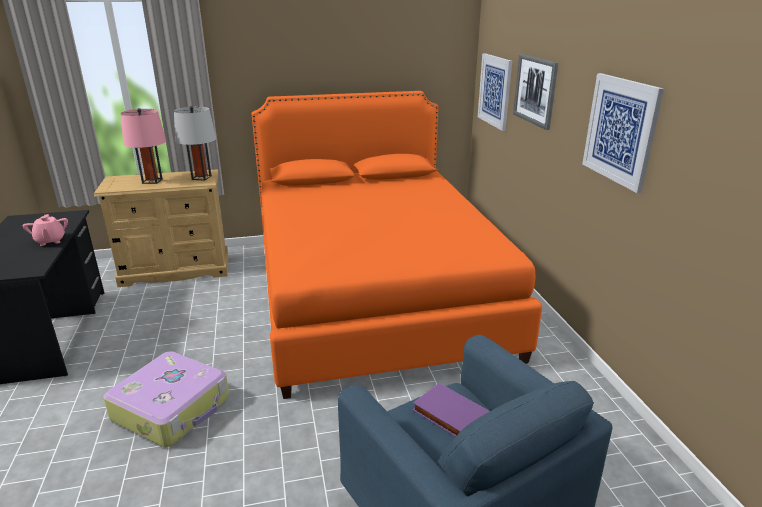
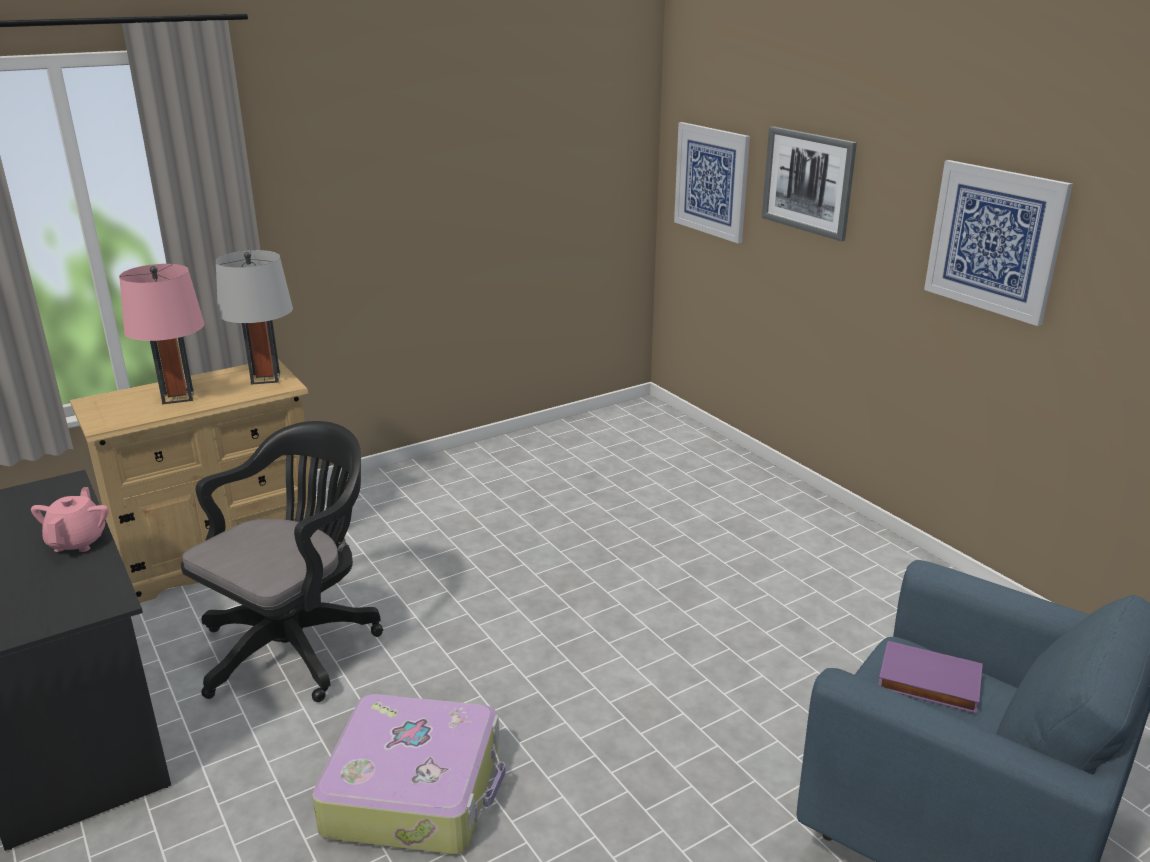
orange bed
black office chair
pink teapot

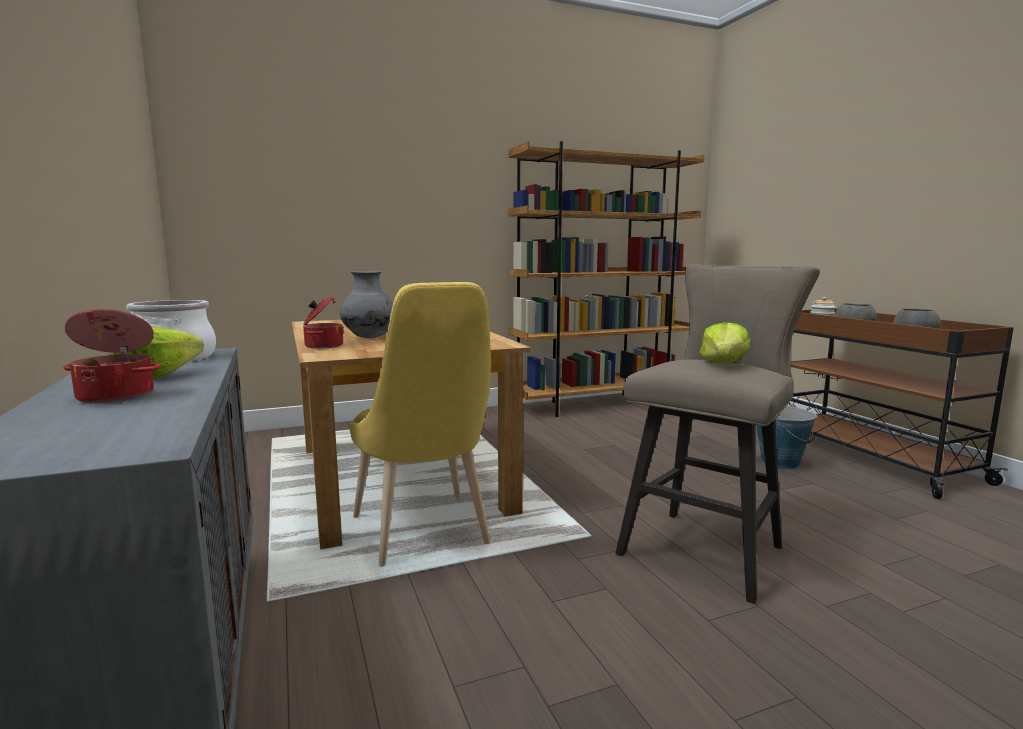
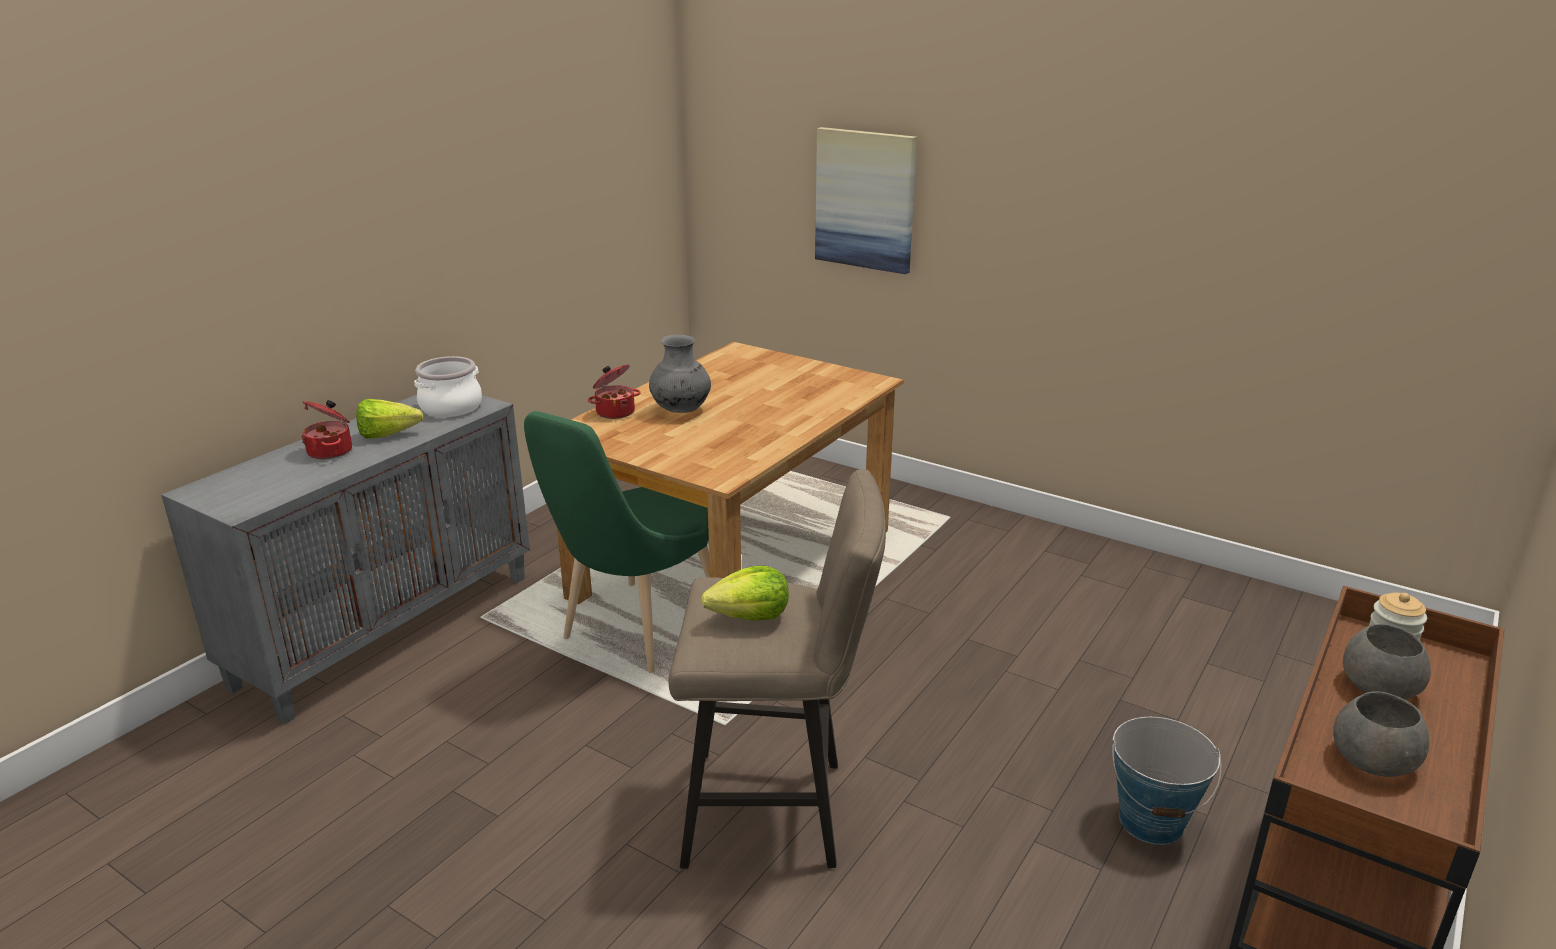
brown bookcase
picture
green chair

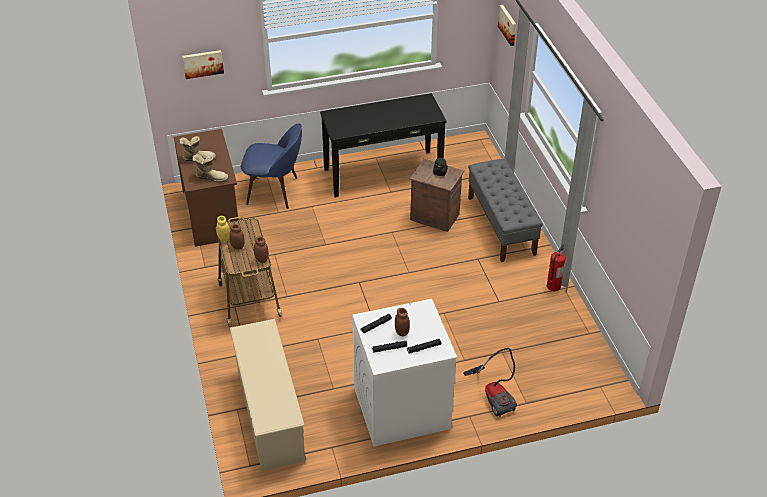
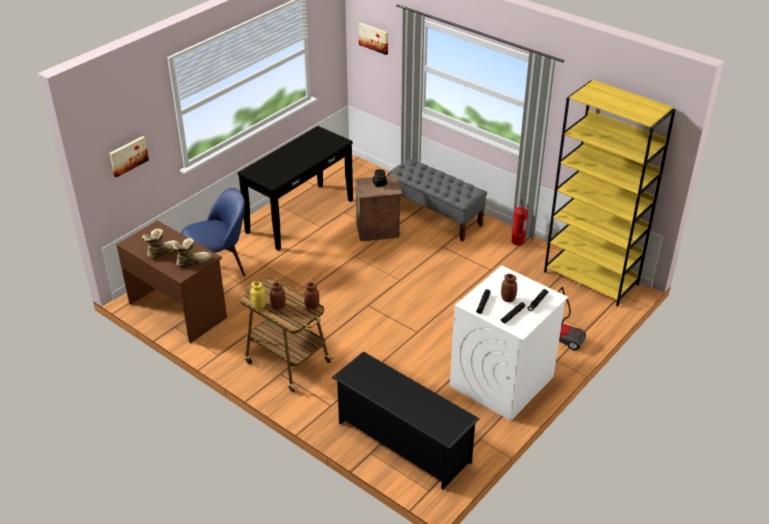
yellow bookcase
black shoe rack

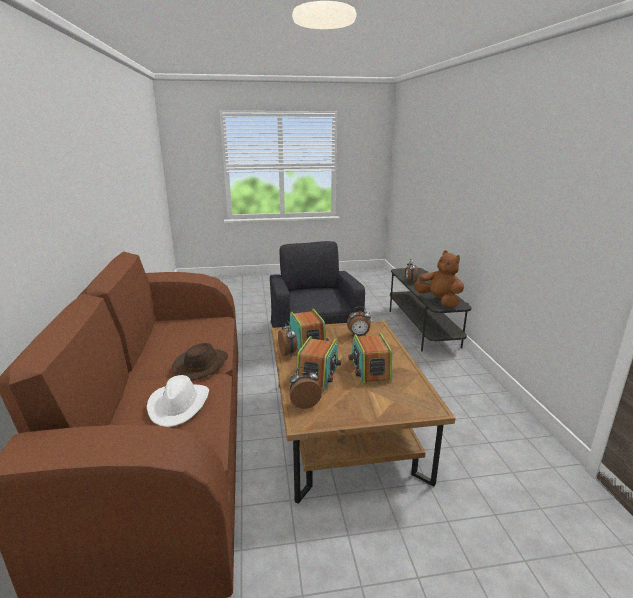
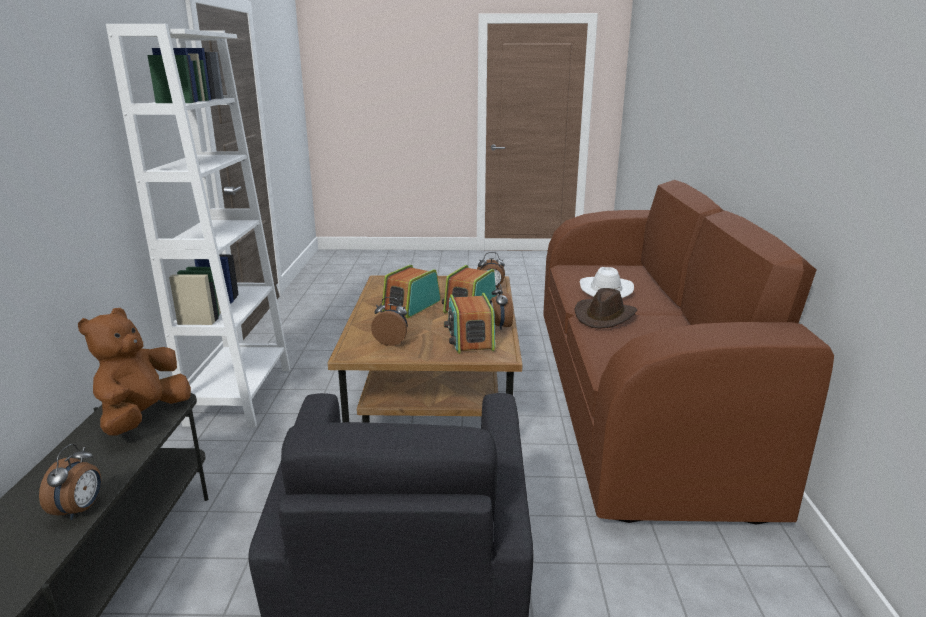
white bookcase
radio (1st from left)
brown plush toy

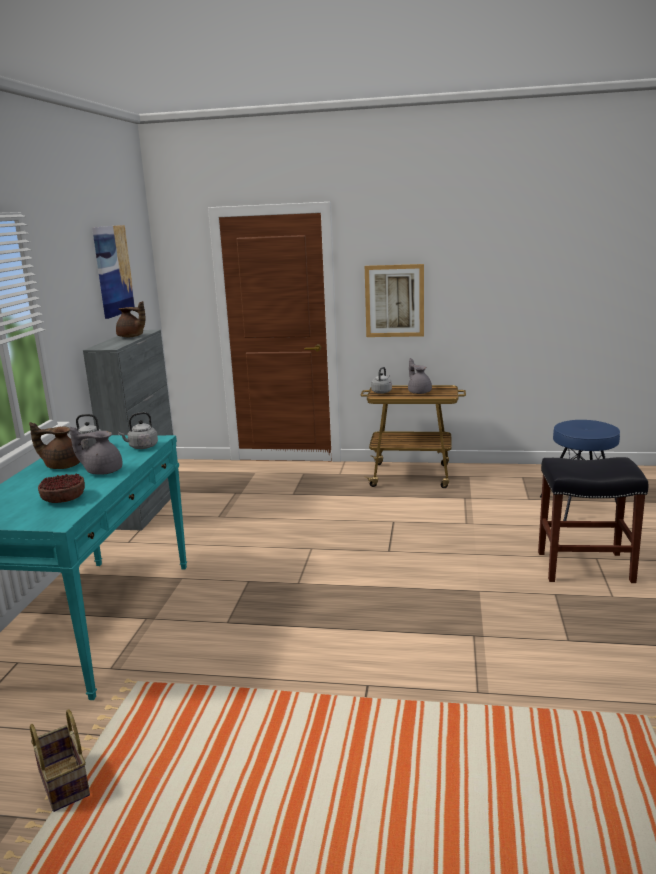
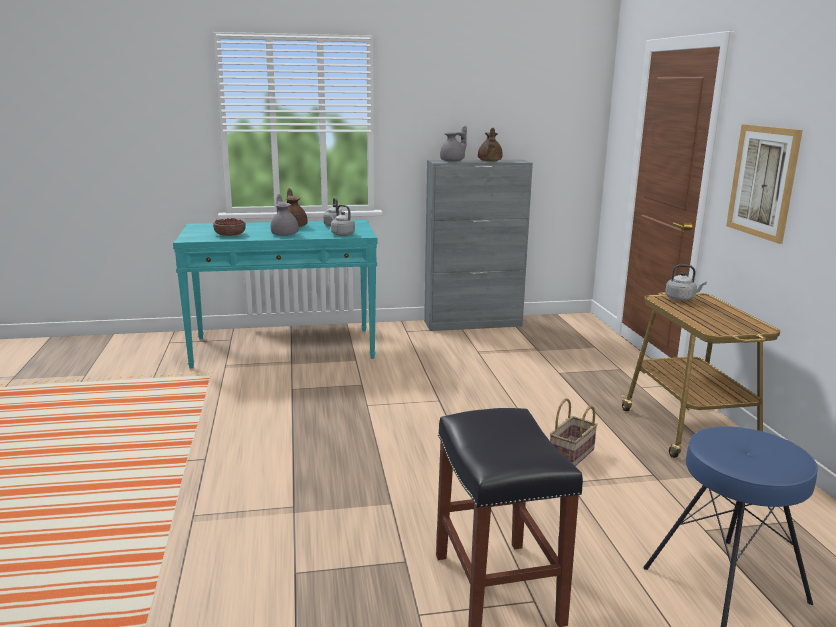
picture (1st from left in the first image)
basket
grey teapot (2nd from left)

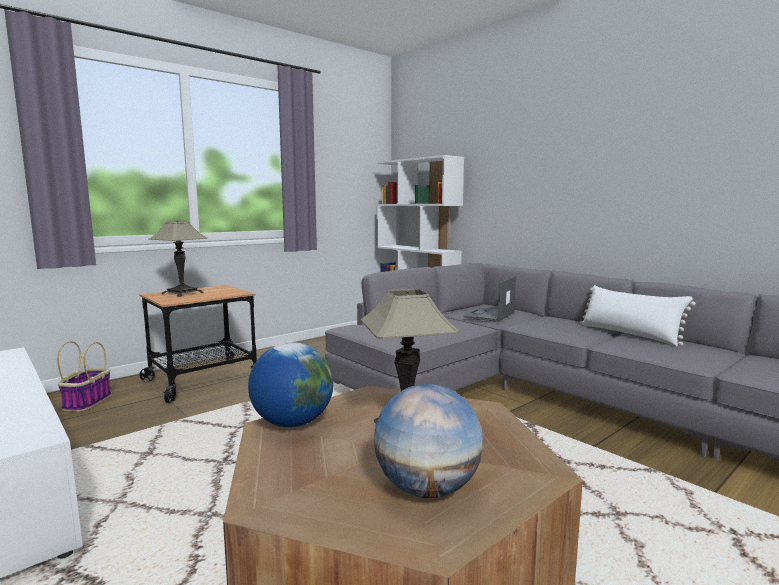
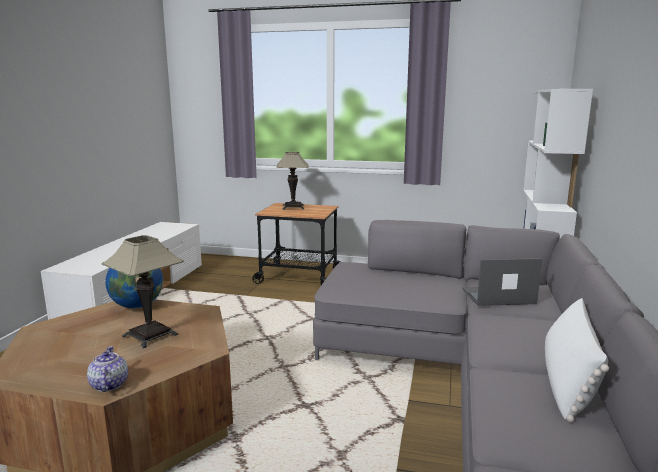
basket
globe (2nd from left in the first image)
teapot

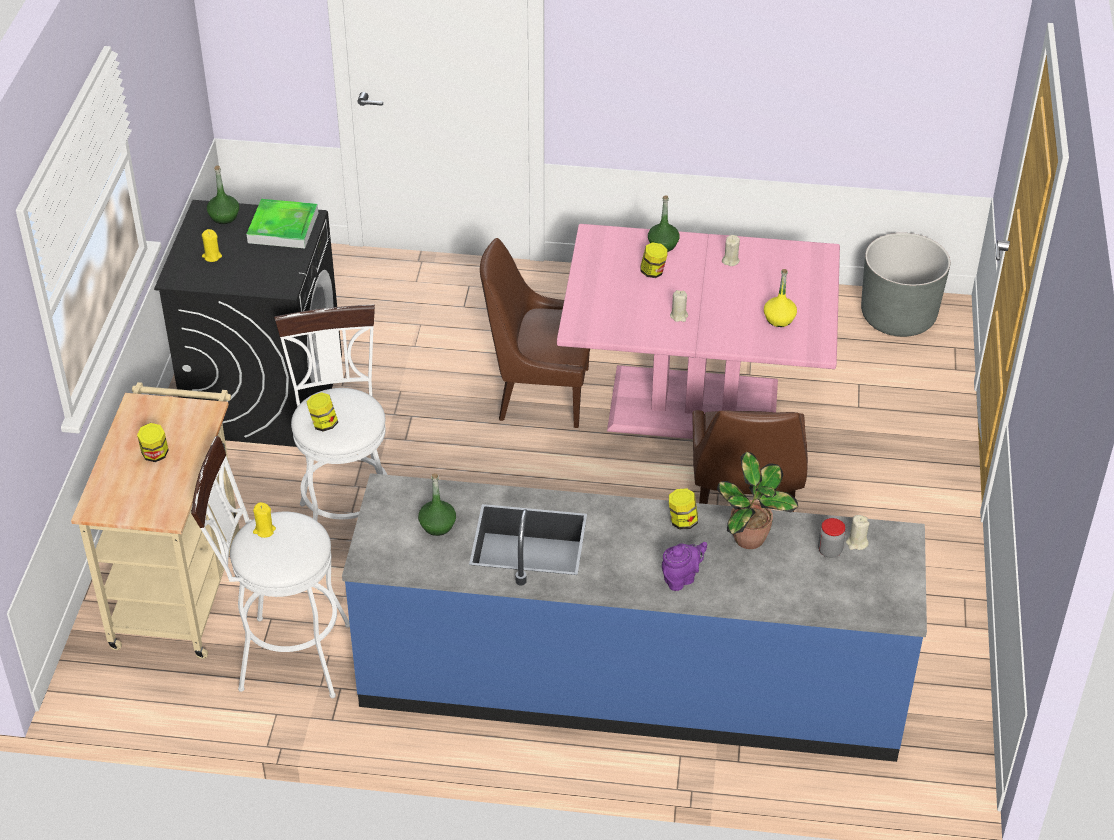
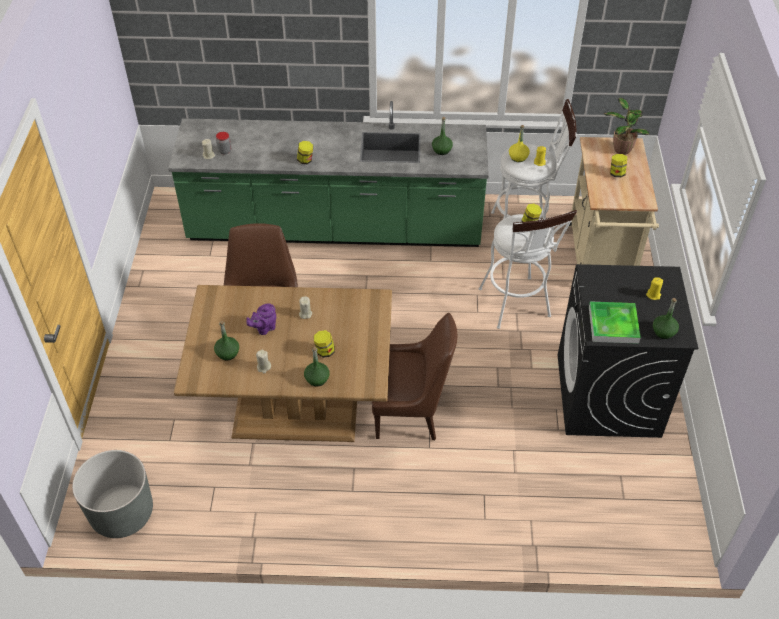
green bottle (1st from left)
purple teapot
potted plant
yellow bottle
green counter
brown dining table

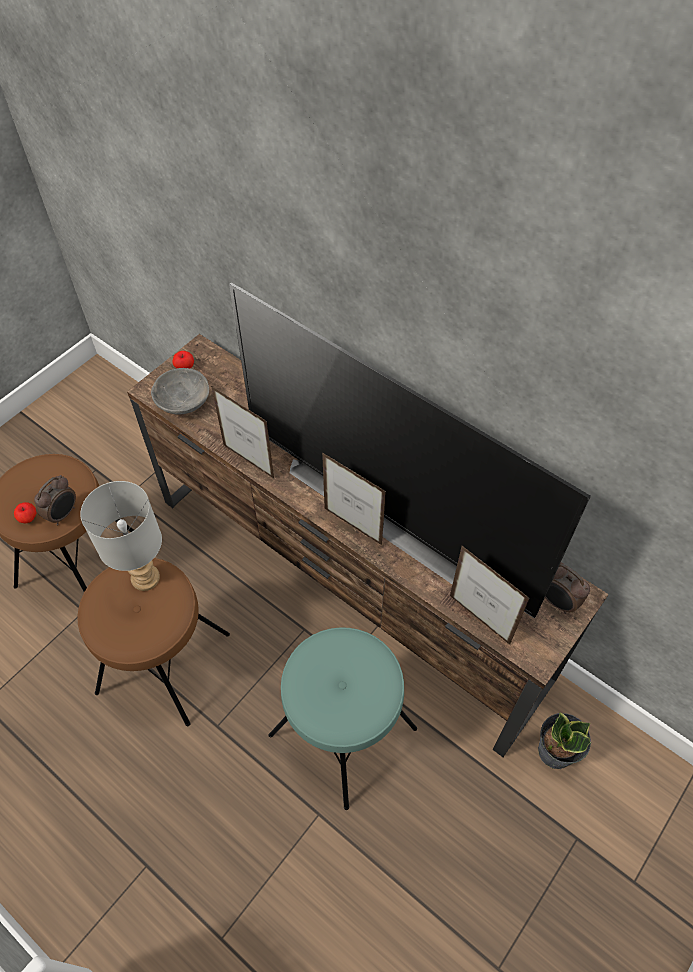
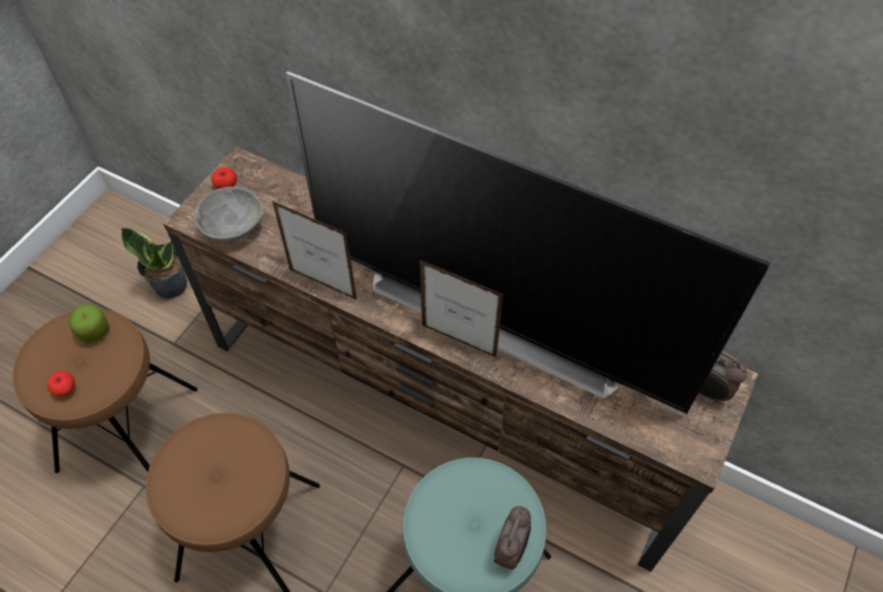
grey table lamp
picture frame (3rd from left in the first image)
apple (2nd from left)
alarm clock (1st from left)
potted plant

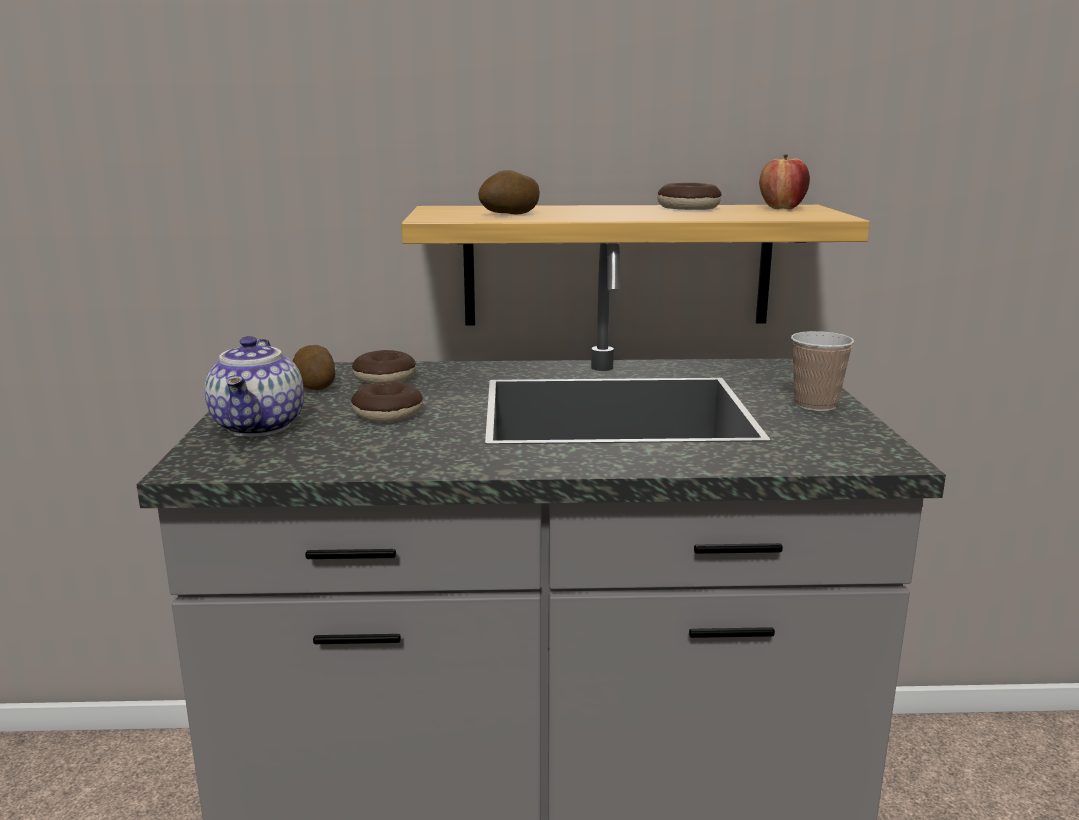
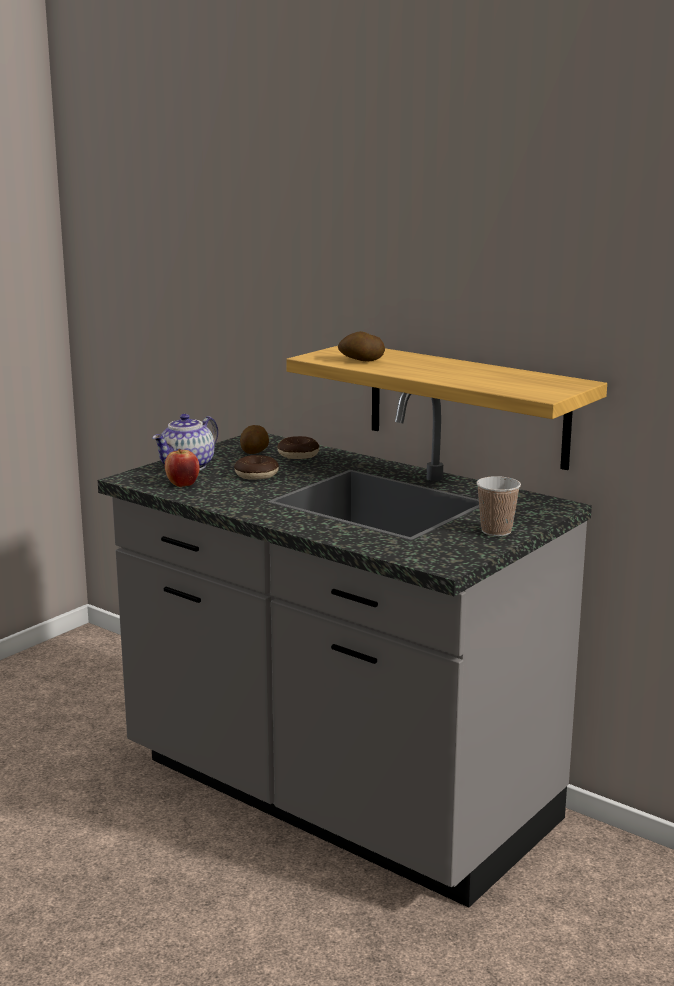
donut (3rd from left in the first image)
apple

